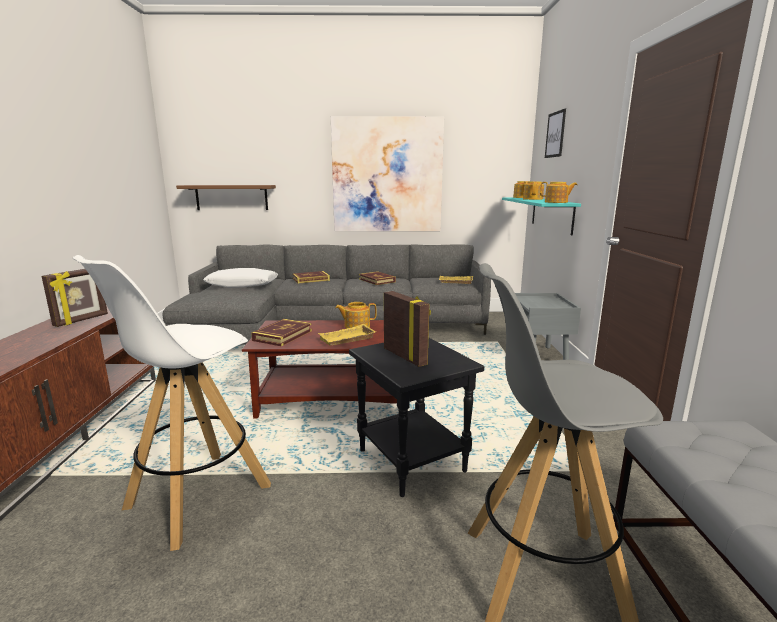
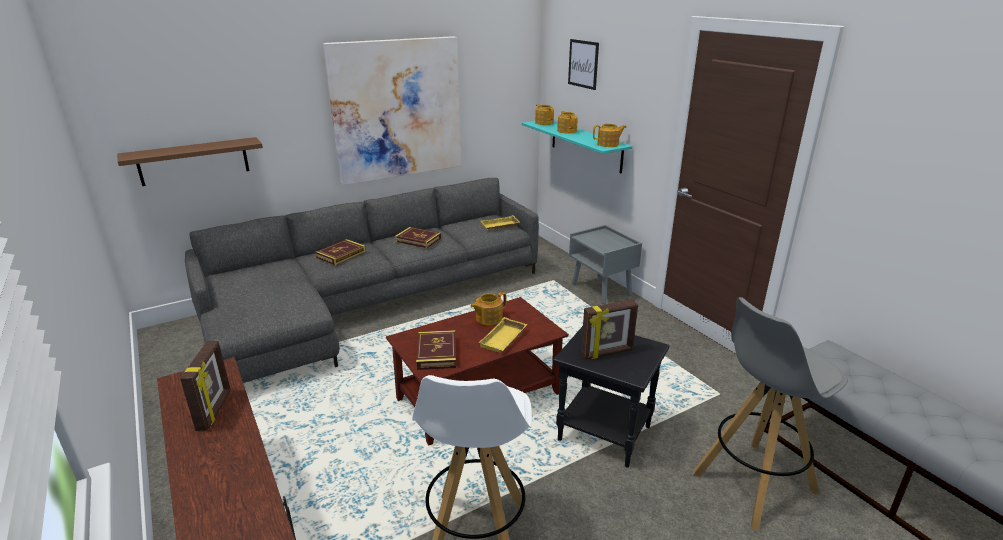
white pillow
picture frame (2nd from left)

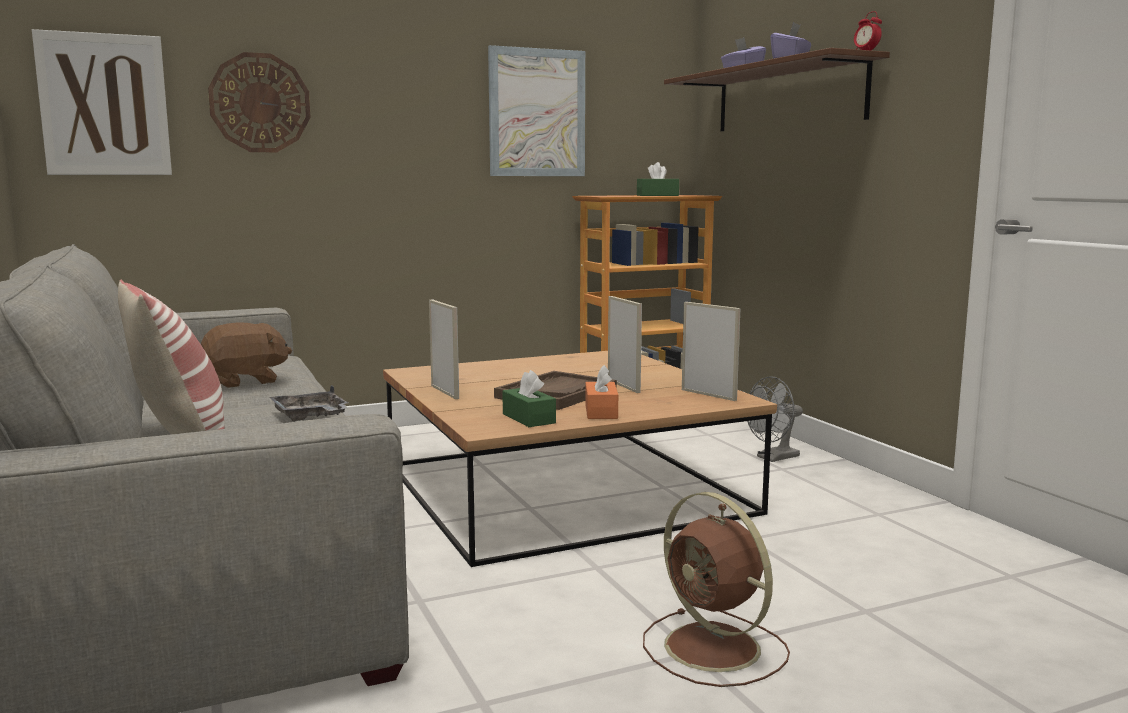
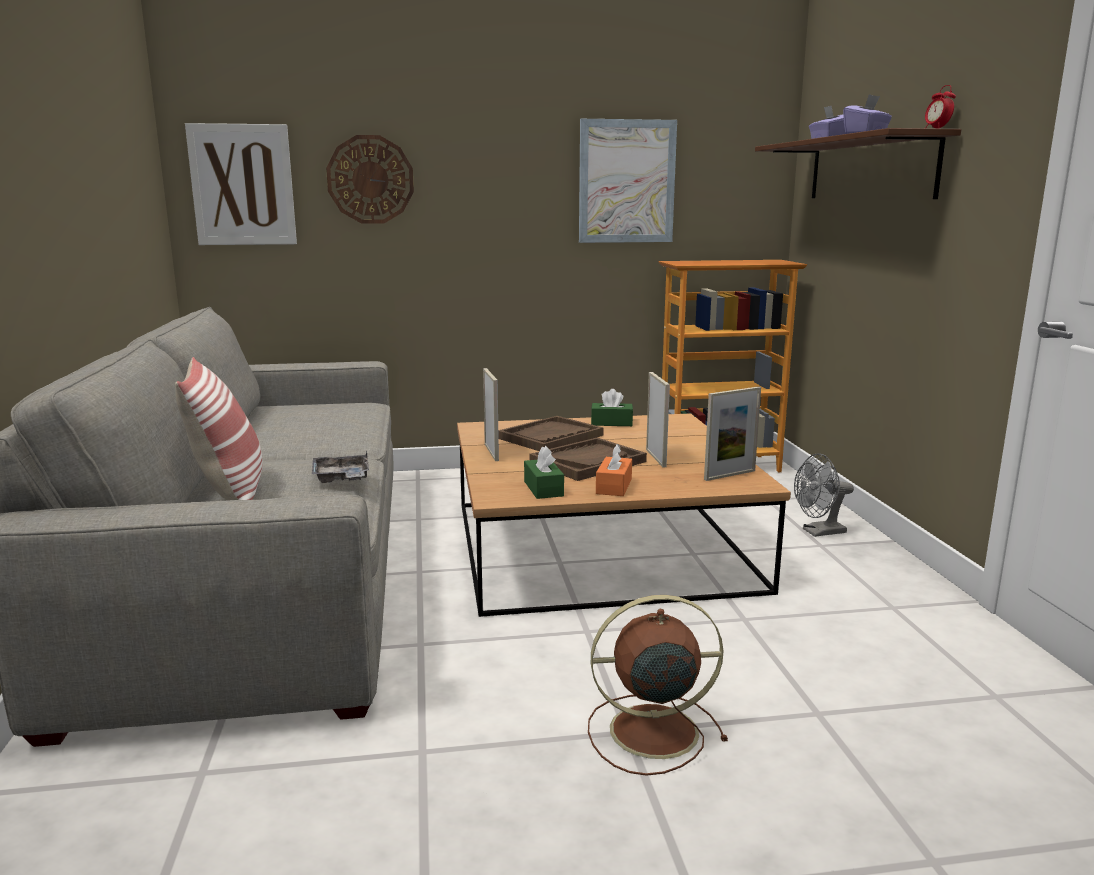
brown plush toy
brown tray (1st from left)
green tissue box (2nd from left)
brown fan
picture frame (3rd from left)

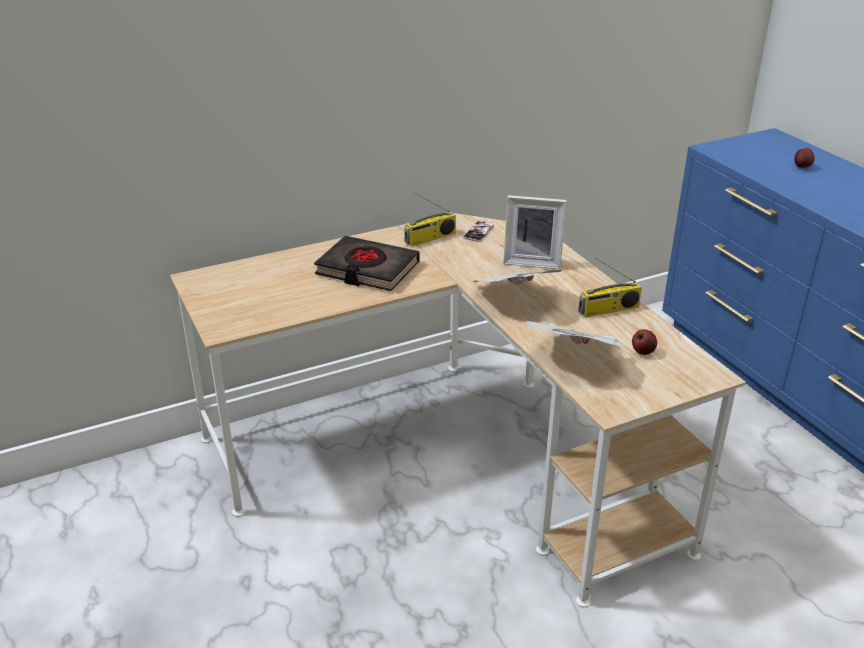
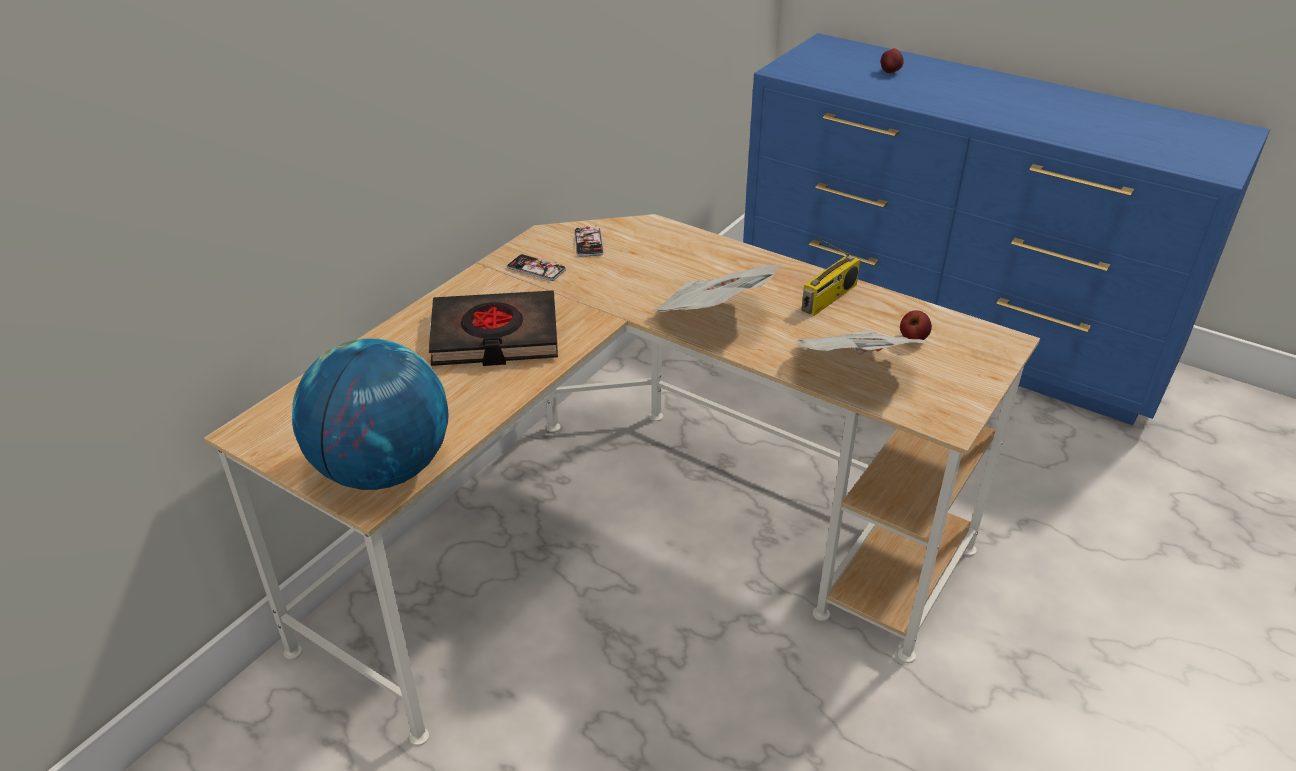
picture frame
globe
phone (1st from left)

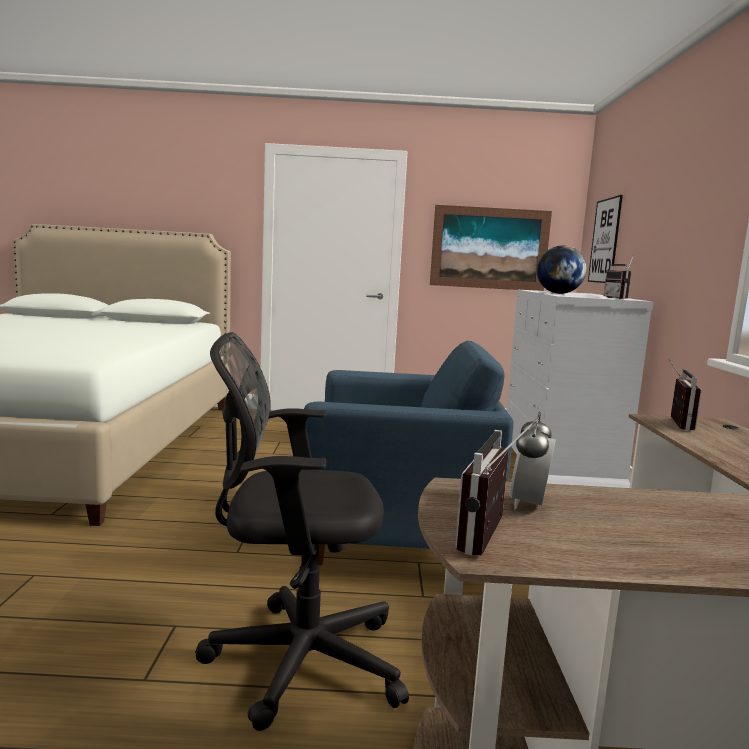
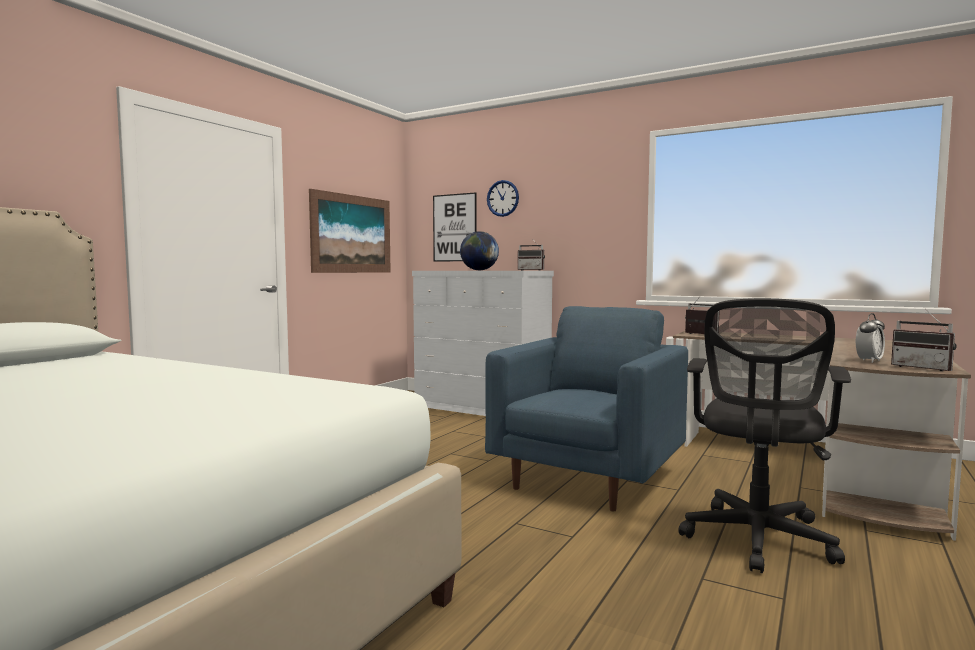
wall clock
alarm clock

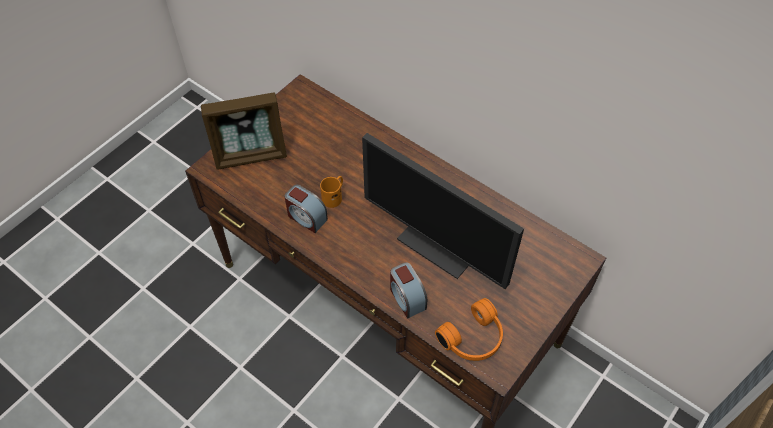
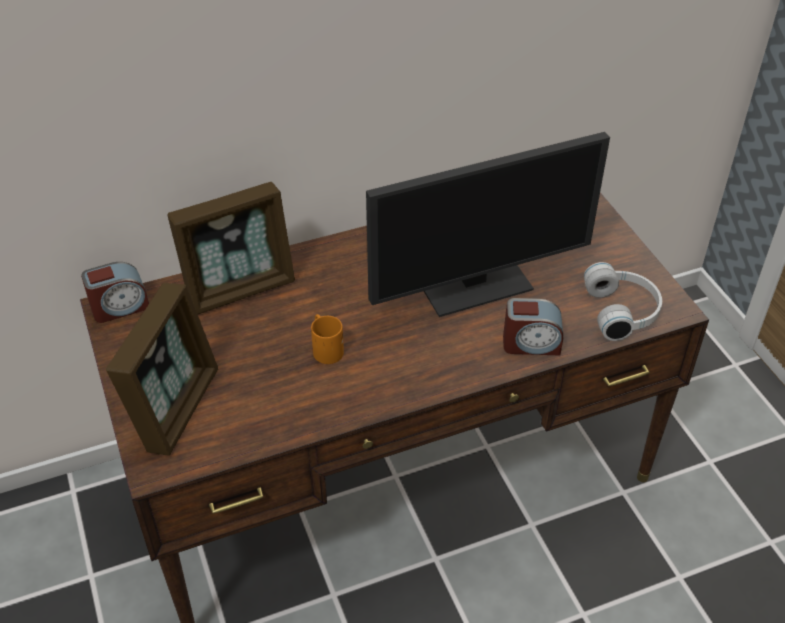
picture frame (2nd from left)
alarm clock (1st from left)
white headphones

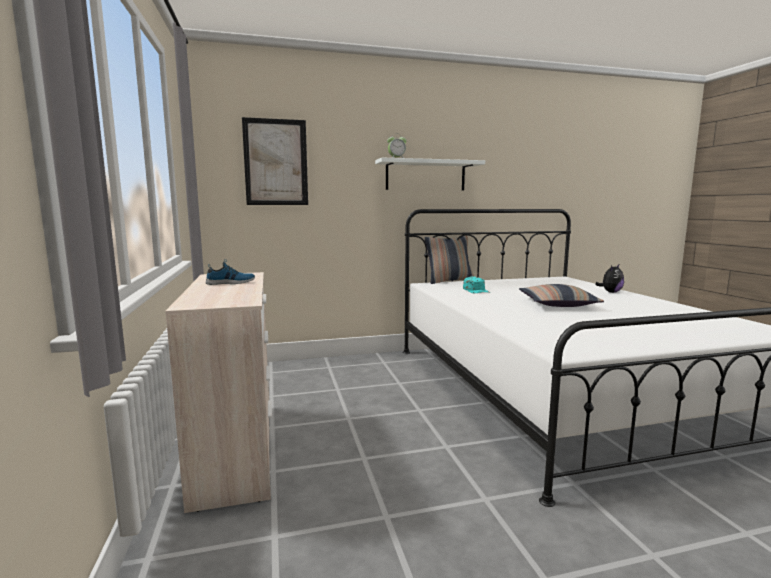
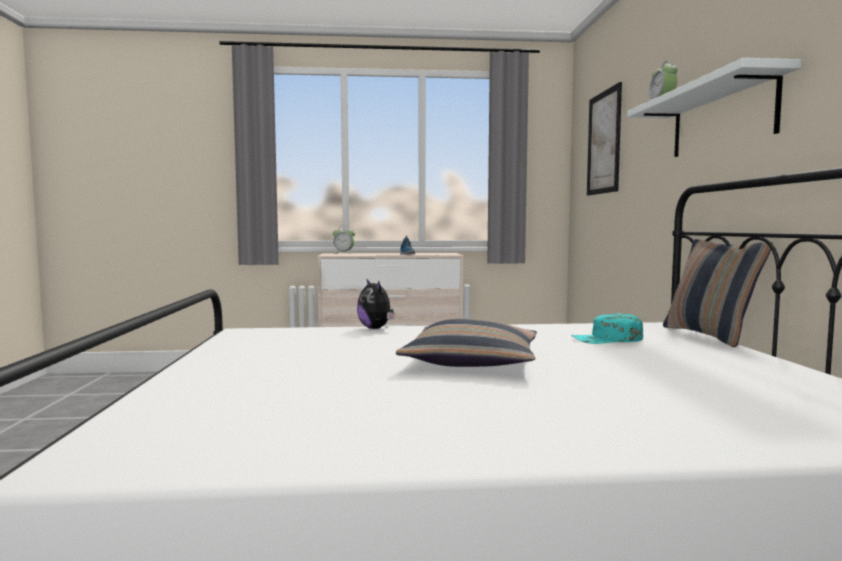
alarm clock (1st from left)
plush toy

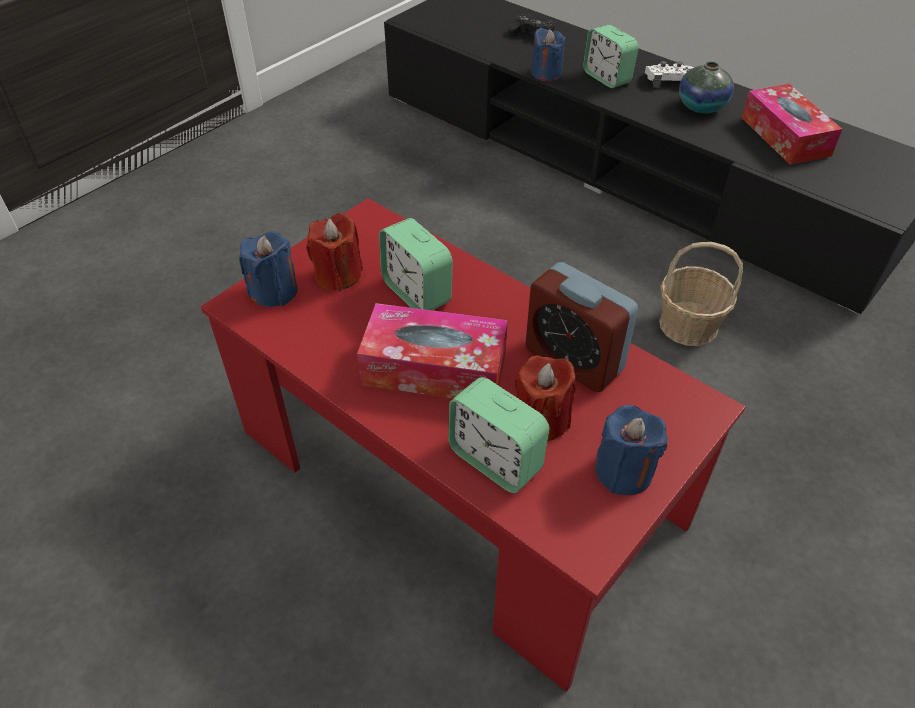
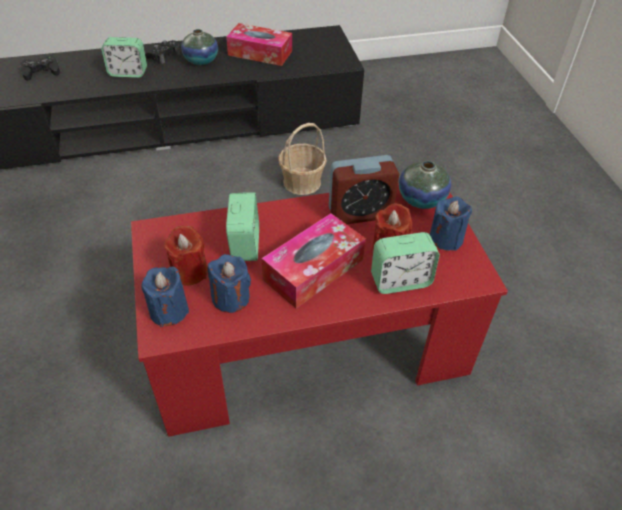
vase (2nd from left)
blue candle (2nd from left)
black game controller (2nd from left)
alarm clock (2nd from left)

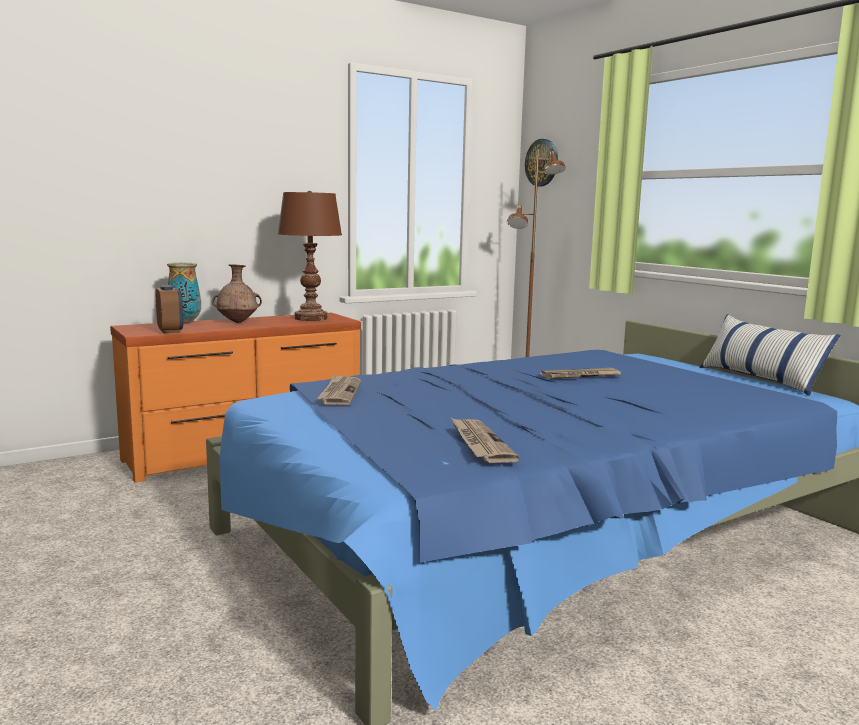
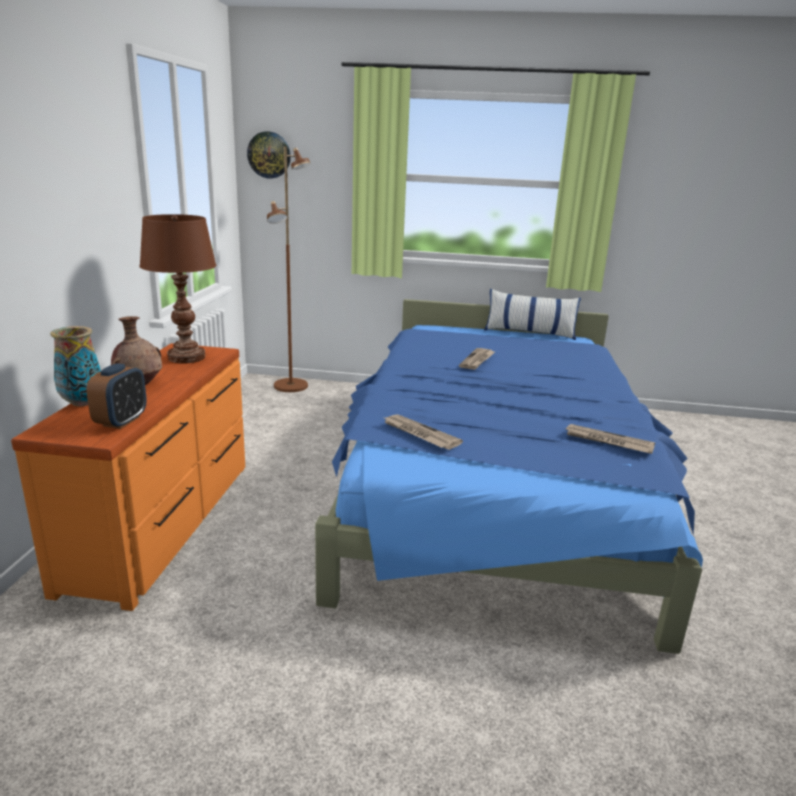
alarm clock

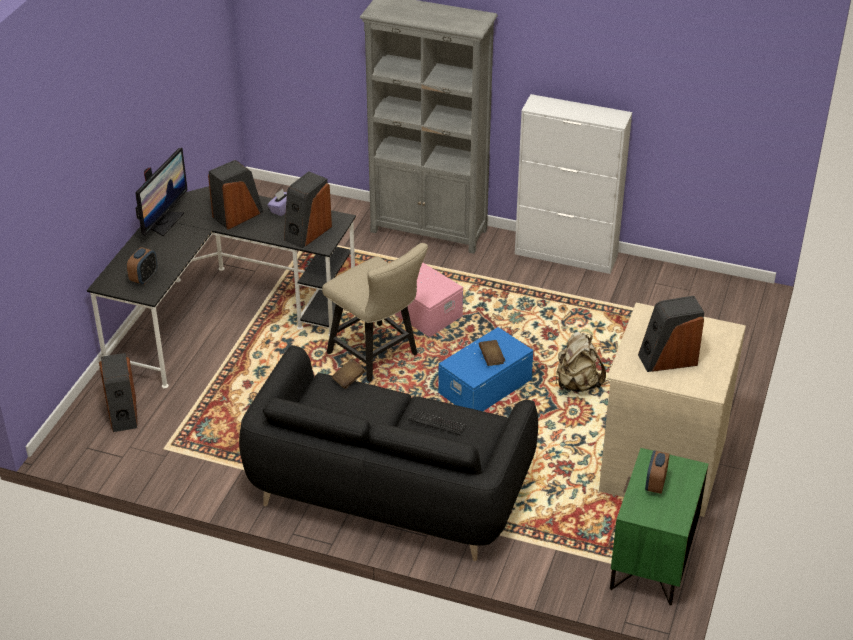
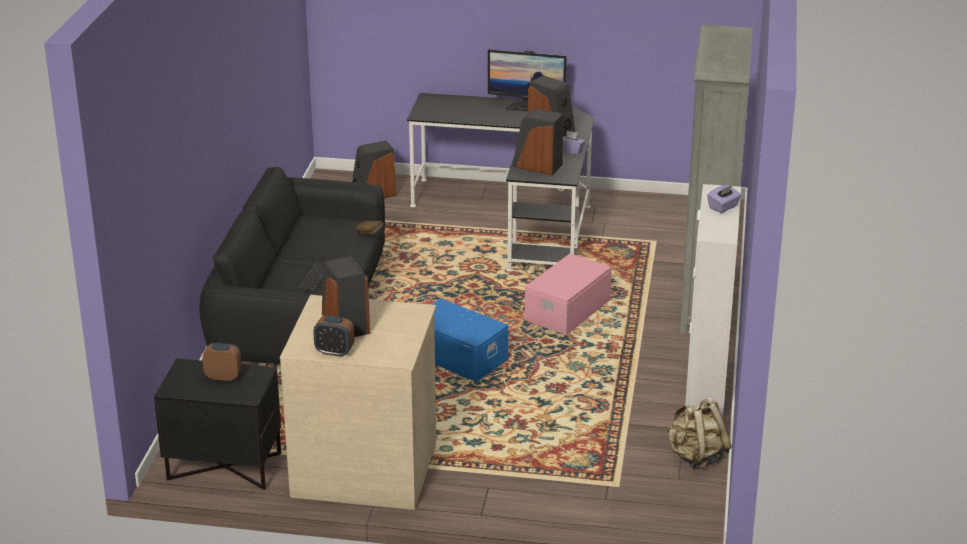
beige chair
brown book (2nd from left in the first image)
purple tissue box (2nd from left)
alarm clock (2nd from left)
beige backpack
black nightstand

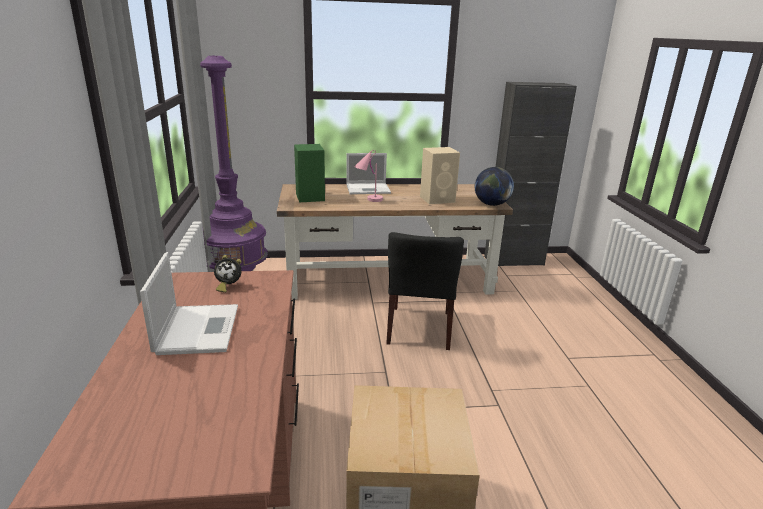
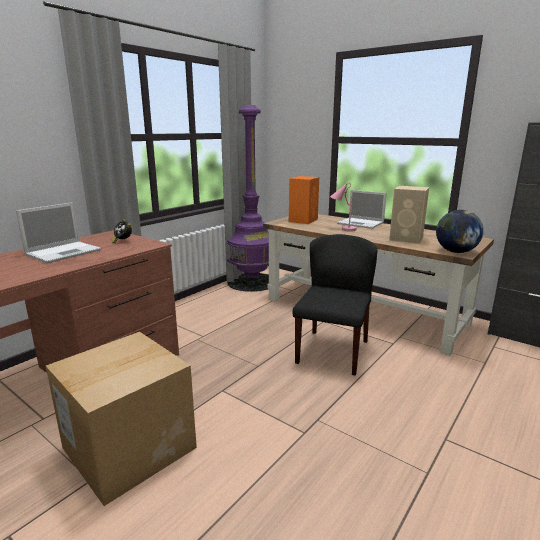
orange speaker
black chair

